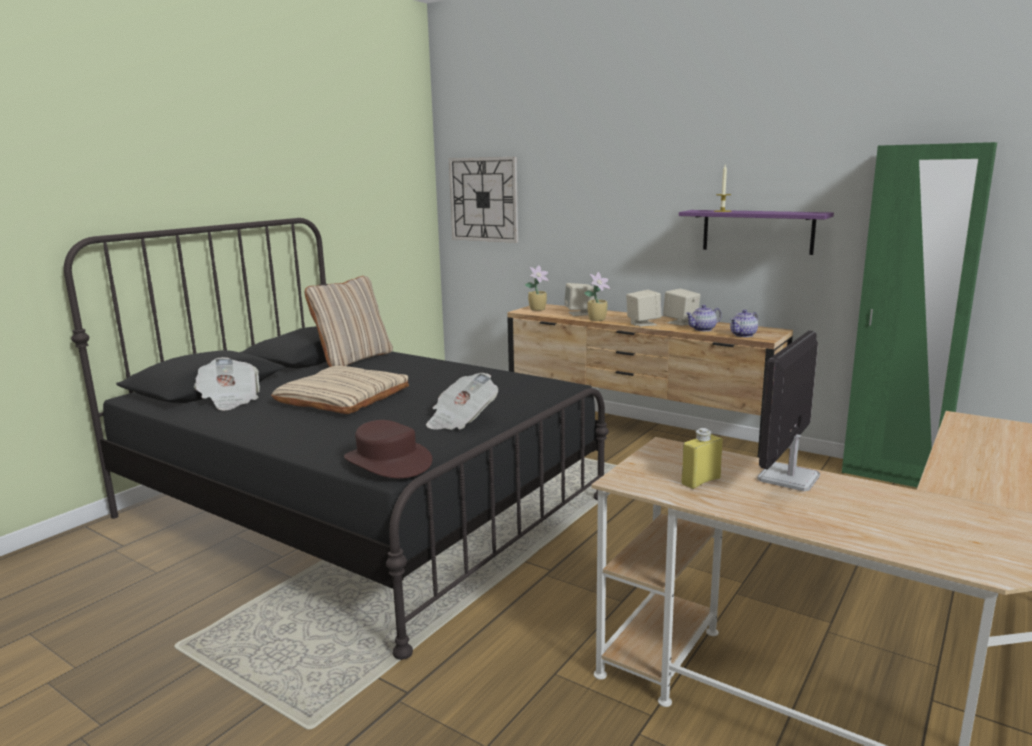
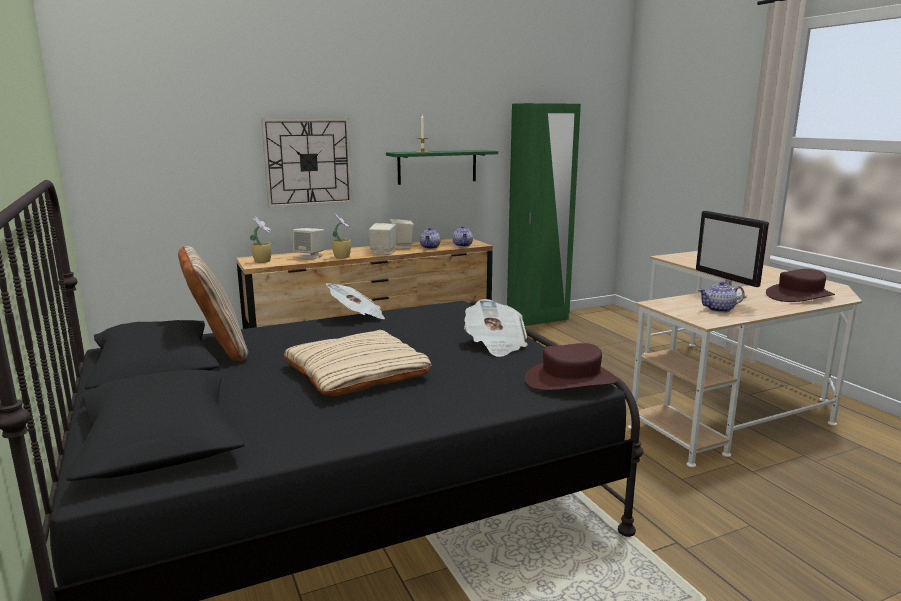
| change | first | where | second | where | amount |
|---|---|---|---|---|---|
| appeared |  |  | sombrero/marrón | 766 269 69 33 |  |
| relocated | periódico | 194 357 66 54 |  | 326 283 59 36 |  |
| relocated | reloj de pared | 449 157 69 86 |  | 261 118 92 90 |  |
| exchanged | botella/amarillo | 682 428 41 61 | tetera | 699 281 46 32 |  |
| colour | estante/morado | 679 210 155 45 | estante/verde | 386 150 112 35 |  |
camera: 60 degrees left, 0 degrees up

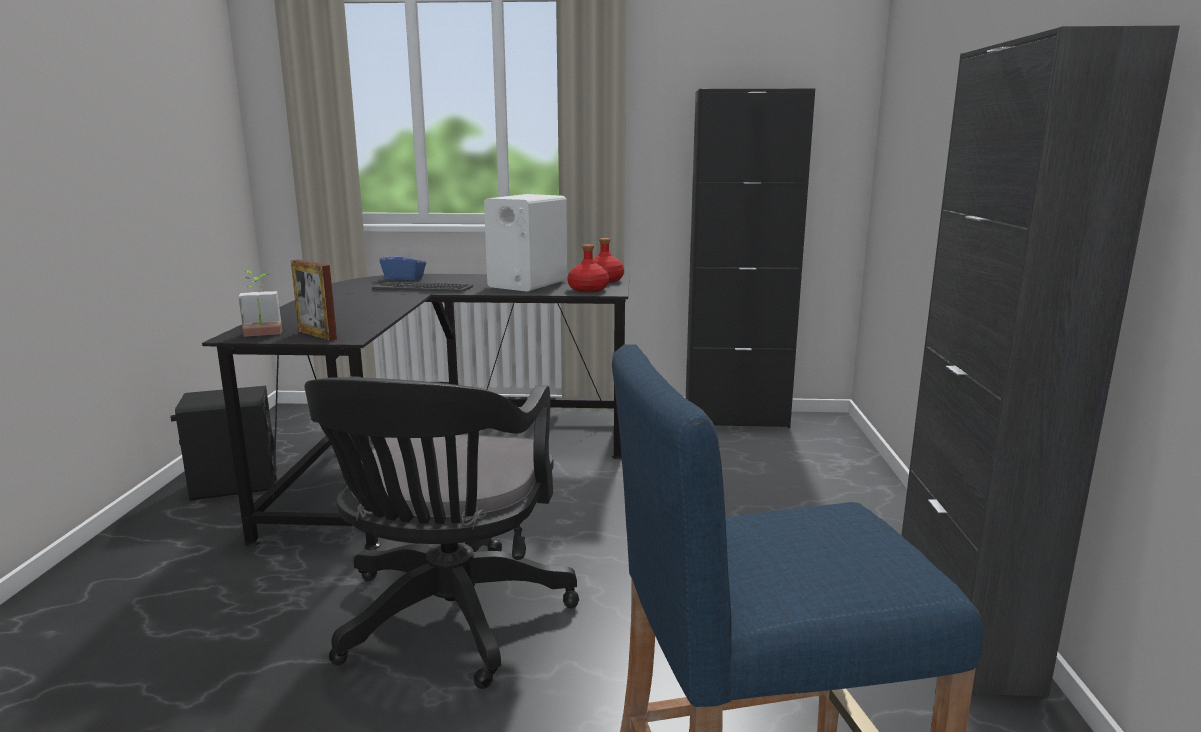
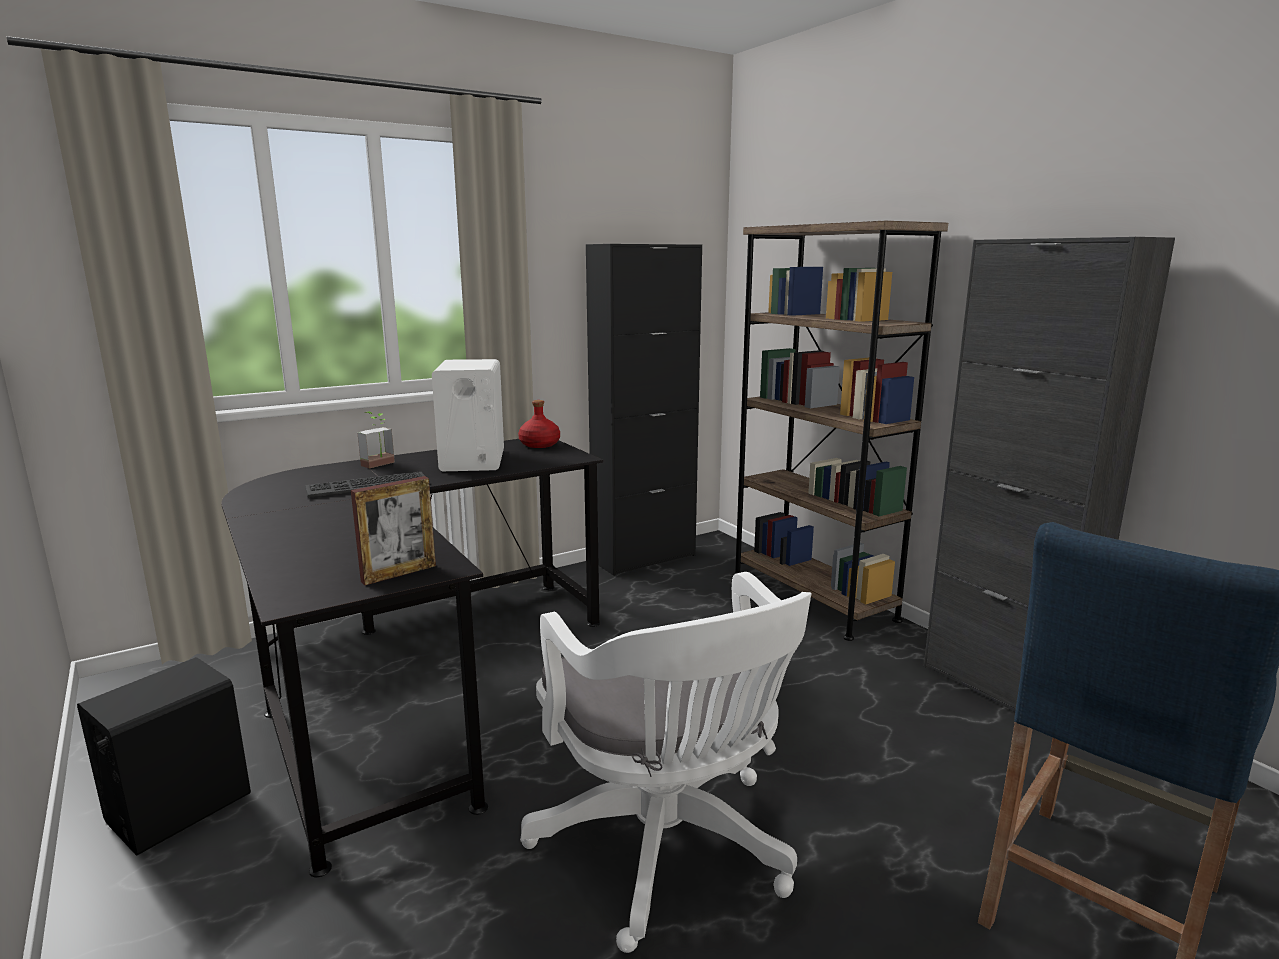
| change | first | where | second | where | amount |
|---|---|---|---|---|---|
| missing | caja de pañuelos/azul | 380 247 46 34 |  |  |  |
| missing | botella/rojo | 567 244 42 48 |  |  |  |
| appeared |  |  | estantería/marrón | 735 221 213 420 |  |
| relocated | planta en maceta | 238 270 44 67 |  | 357 412 38 56 |  |
| colour | silla de oficina/negro | 305 376 274 313 | silla de oficina/blanco | 520 572 292 381 |  |
| spun | portarretratos | 291 260 46 81 |  | 351 476 85 109 | 45 degrees counterclockwise |
camera: 35 degrees left, 0 degrees up

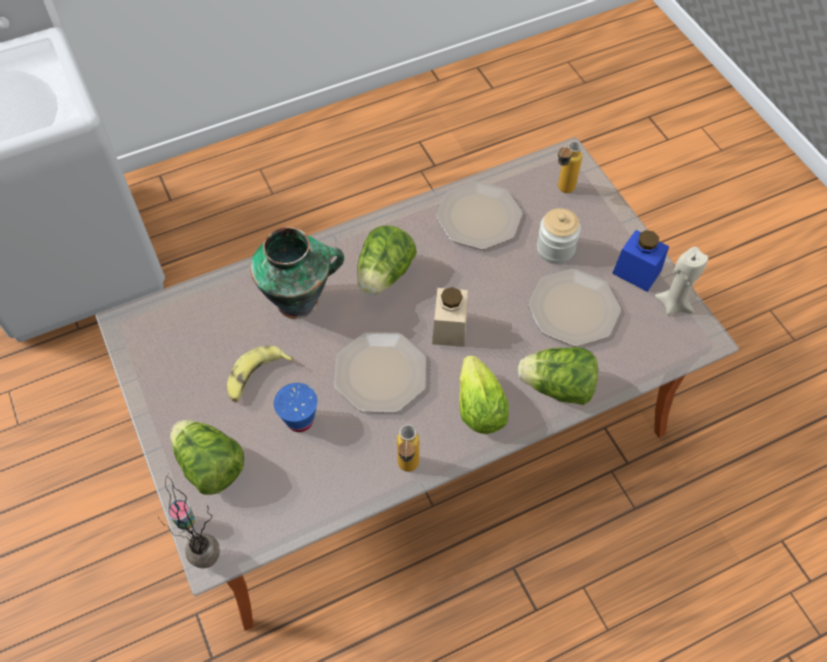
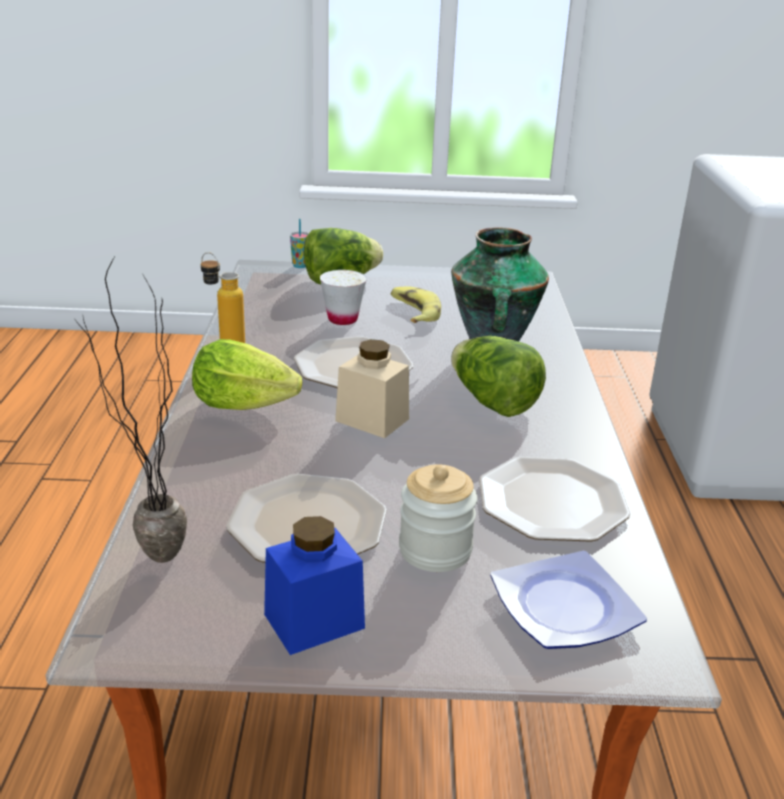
| change | first | where | second | where | amount |
|---|---|---|---|---|---|
| missing | lechuga | 518 347 80 58 |  |  |  |
| missing | vela/beis | 654 247 54 68 |  |  |  |
| relocated | planta en maceta | 158 474 62 94 |  | 75 257 112 306 |  |
| exchanged | botella | 558 141 24 52 | plato | 490 551 157 98 |  |
| colour | taza/azul | 274 383 44 49 | taza/blanco | 320 270 47 55 |  |
camera: 115 degrees right, 30 degrees down

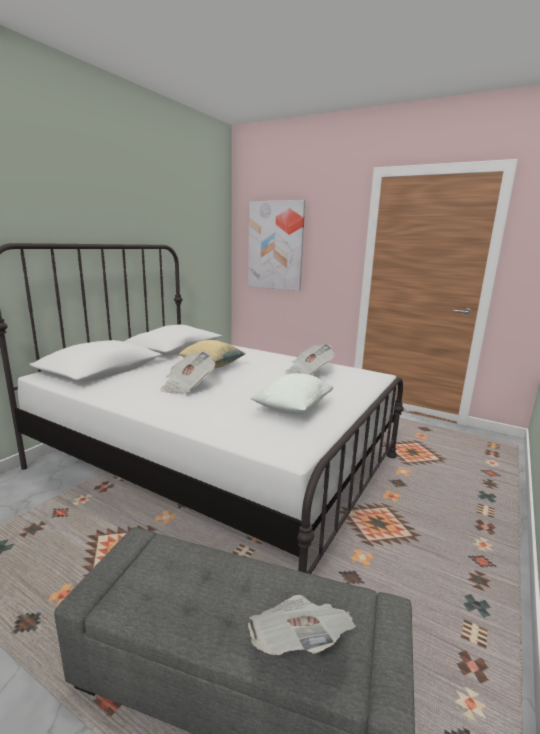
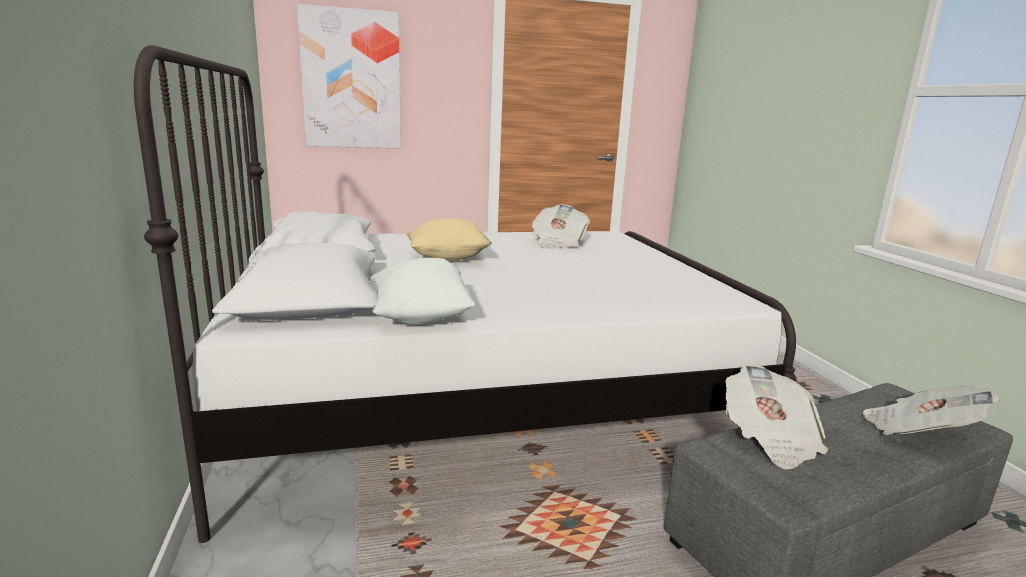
| change | first | where | second | where | amount |
|---|---|---|---|---|---|
| relocated | periódico | 160 352 55 41 |  | 725 364 103 106 |  |
| relocated | cojín/blanco | 251 373 82 41 |  | 370 258 105 66 |  |
camera: 45 degrees left, 0 degrees up

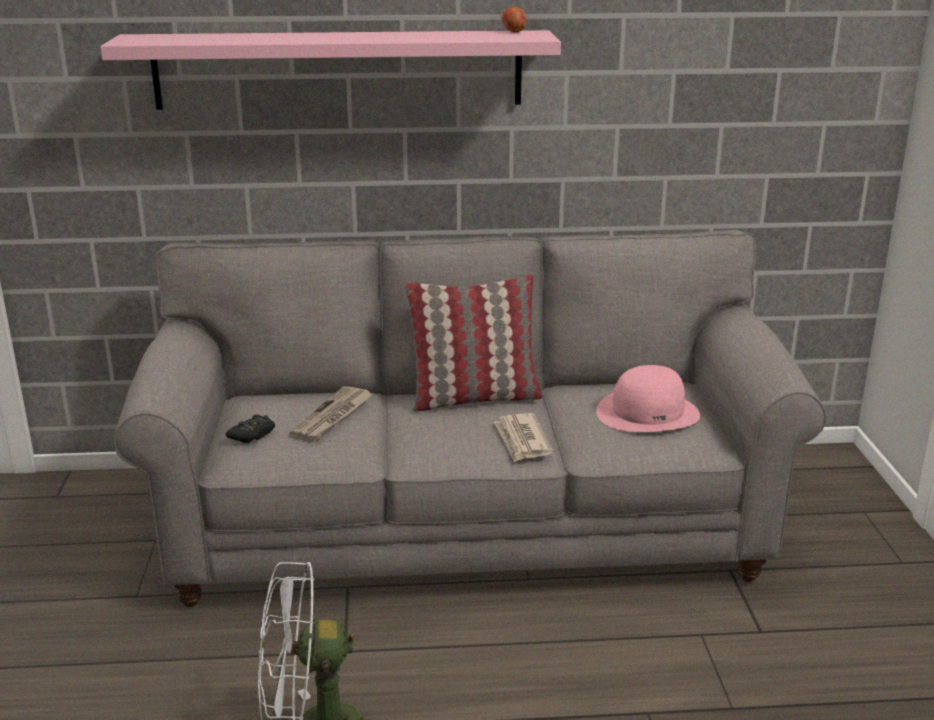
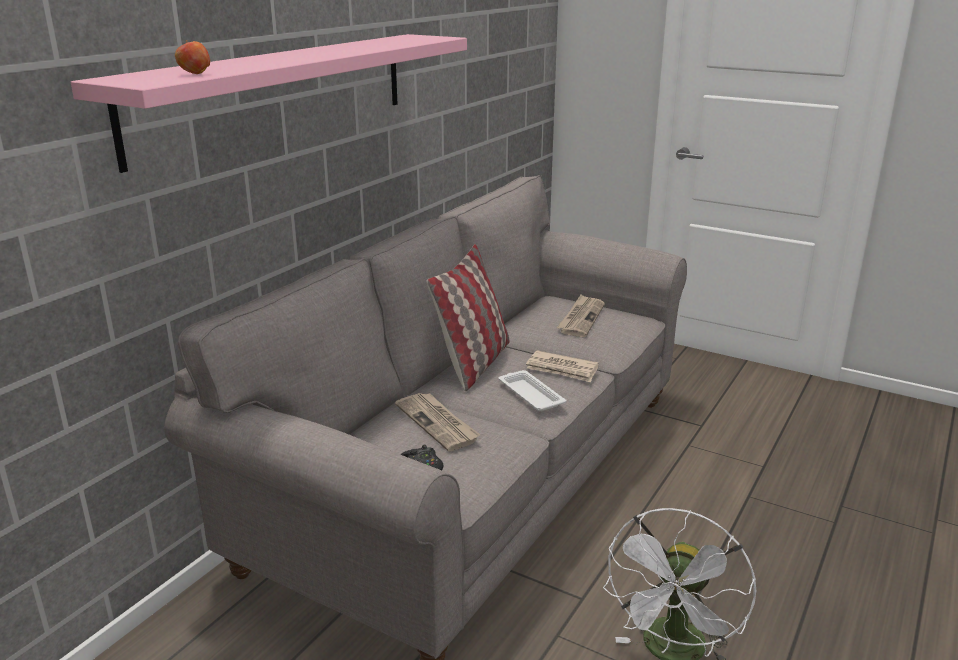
| change | first | where | second | where | amount |
|---|---|---|---|---|---|
| appeared |  |  | bandeja/blanco | 498 370 68 41 |  |
| relocated | manzana | 501 6 25 26 |  | 175 40 35 34 |  |
| exchanged | sombrero/rosa | 596 365 104 67 | periódico | 557 295 48 42 |  |
camera: 55 degrees left, 0 degrees up

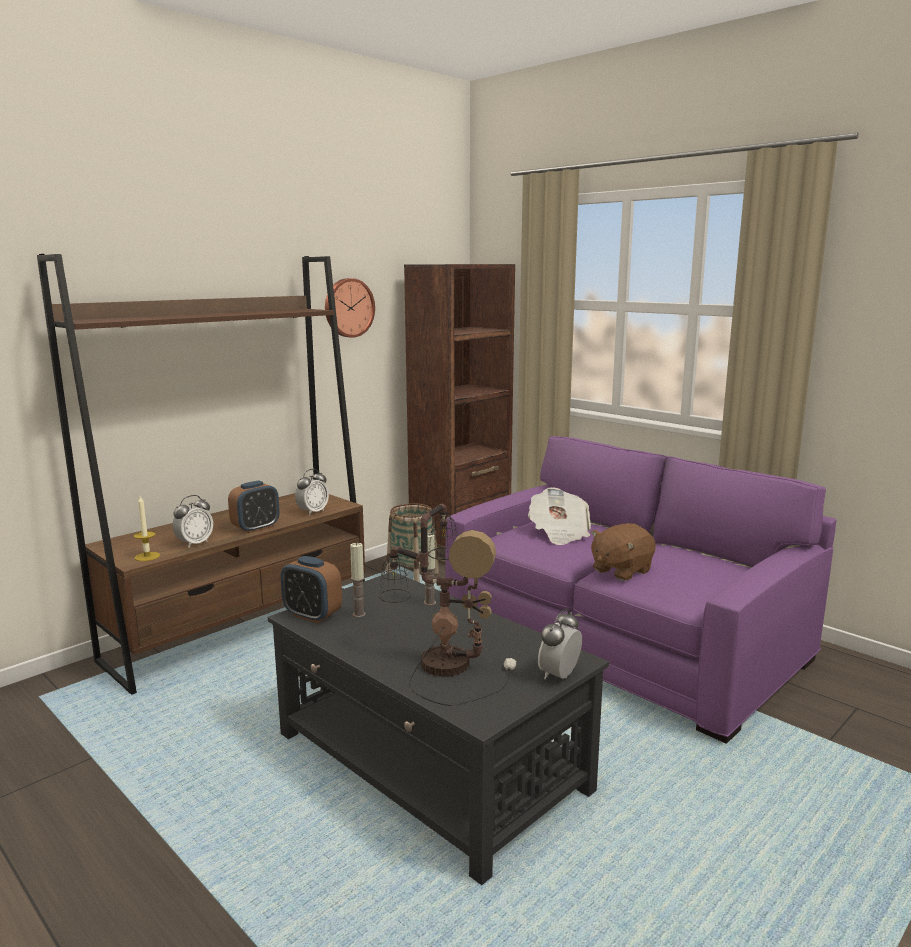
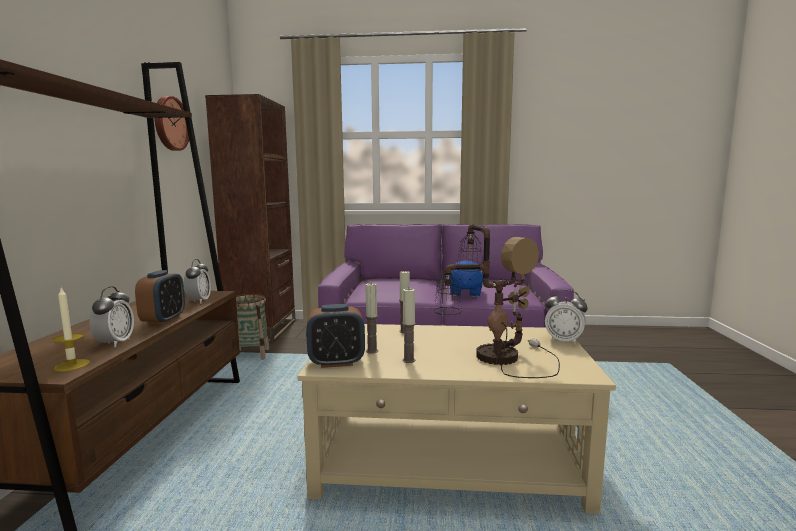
| change | first | where | second | where | amount |
|---|---|---|---|---|---|
| missing | periódico | 528 488 63 57 |  |  |  |
| appeared |  |  | vela | 402 288 14 75 |  |
| colour | mesa de centro/negro | 268 571 341 314 | mesa de centro/beis | 298 324 318 190 |  |
| colour | peluche/marrón | 591 523 65 58 | peluche/azul | 449 260 34 37 |  |
| spun | despertador | 538 609 44 71 |  | 545 290 43 55 | 60 degrees counterclockwise |
camera: 40 degrees left, 5 degrees down

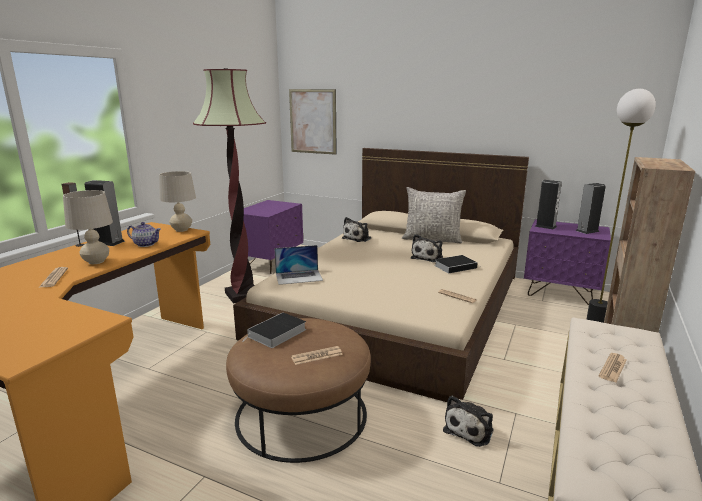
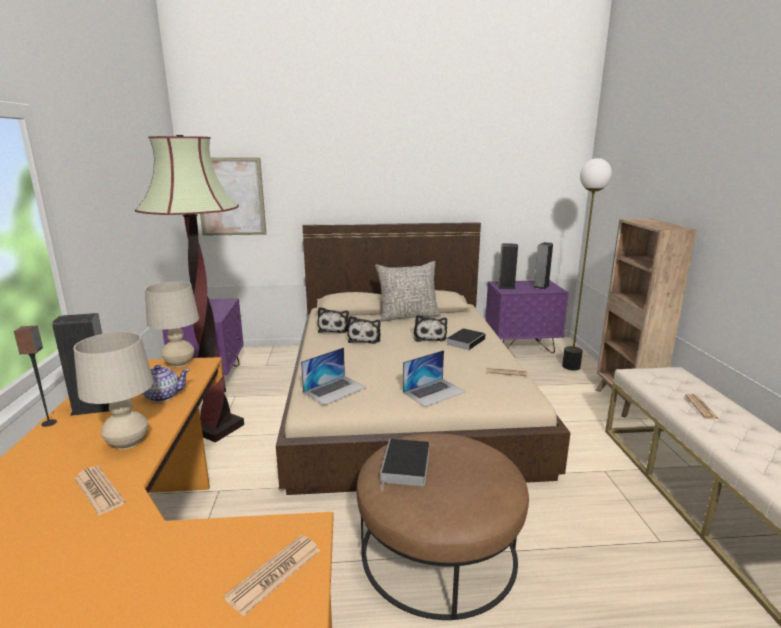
| change | first | where | second | where | amount |
|---|---|---|---|---|---|
| appeared |  |  | portátil | 403 350 63 57 |  |
| relocated | periódico | 291 346 52 19 |  | 224 535 96 81 |  |
| relocated | peluche | 443 395 51 52 |  | 347 316 34 28 |  |
camera: 30 degrees left, 0 degrees up

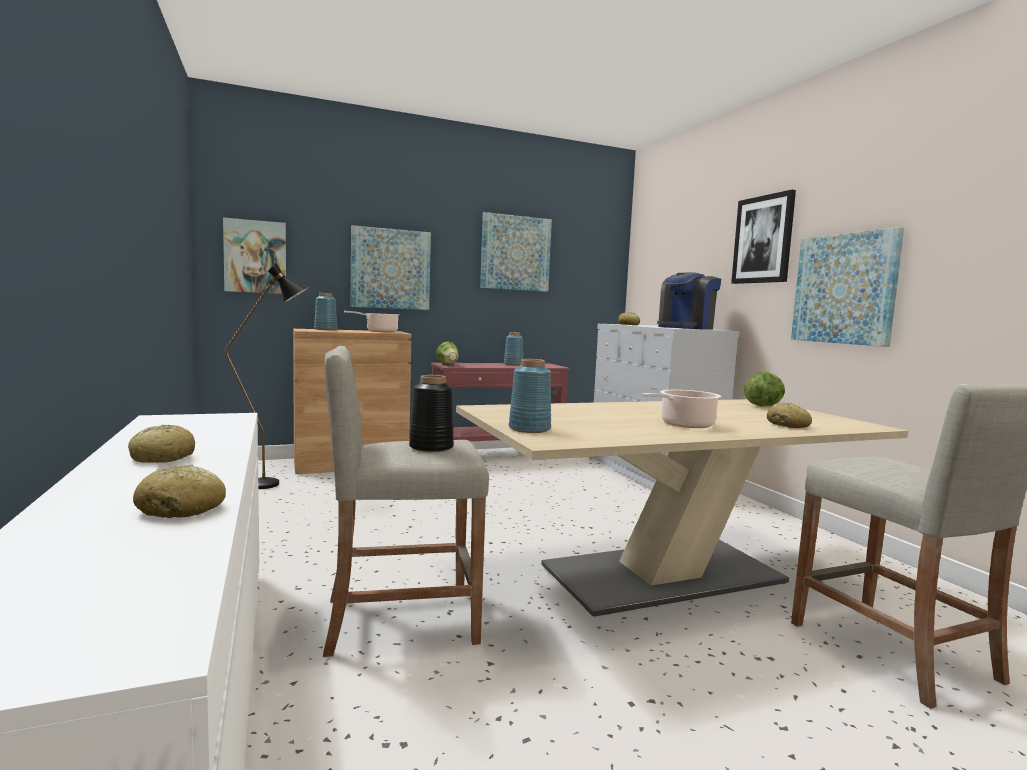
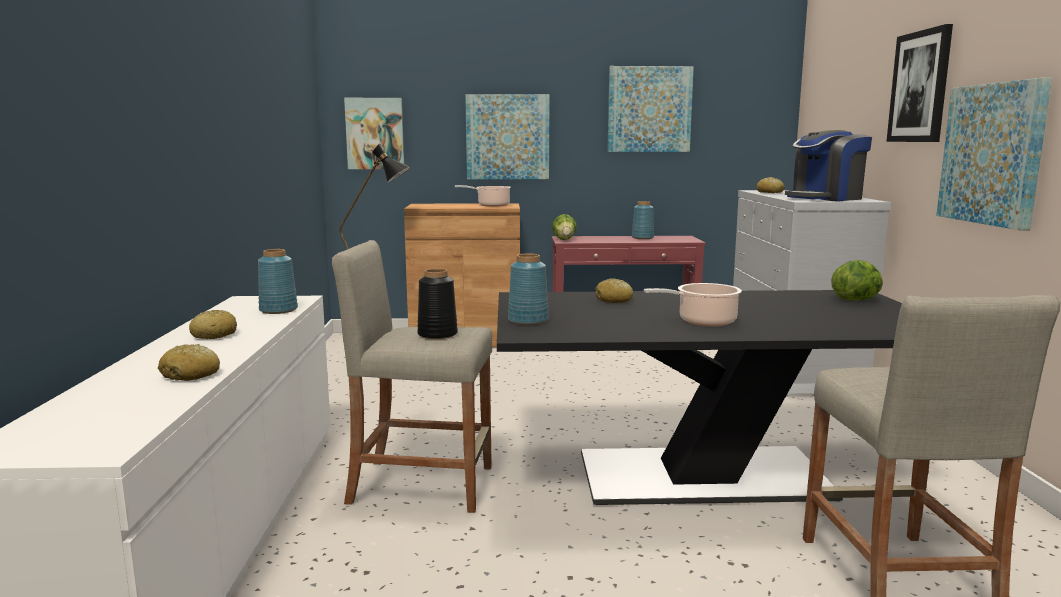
| change | first | where | second | where | amount |
|---|---|---|---|---|---|
| relocated | florero/azul | 314 293 23 37 |  | 258 249 40 65 |  |
| relocated | pan | 767 403 45 25 |  | 595 278 38 25 |  |
| colour | mesa de comedor/beis | 456 399 452 218 | mesa de comedor/negro | 497 290 405 215 |  |
camera: 20 degrees right, 5 degrees up

